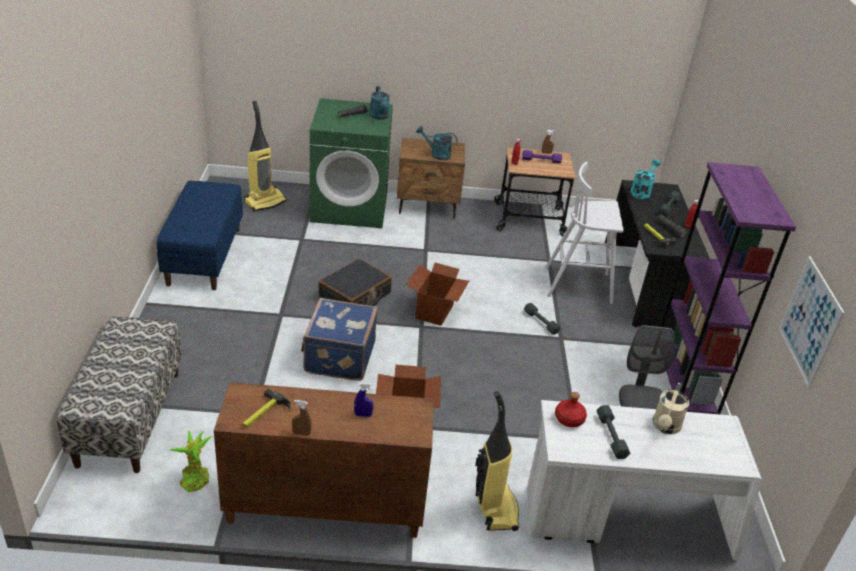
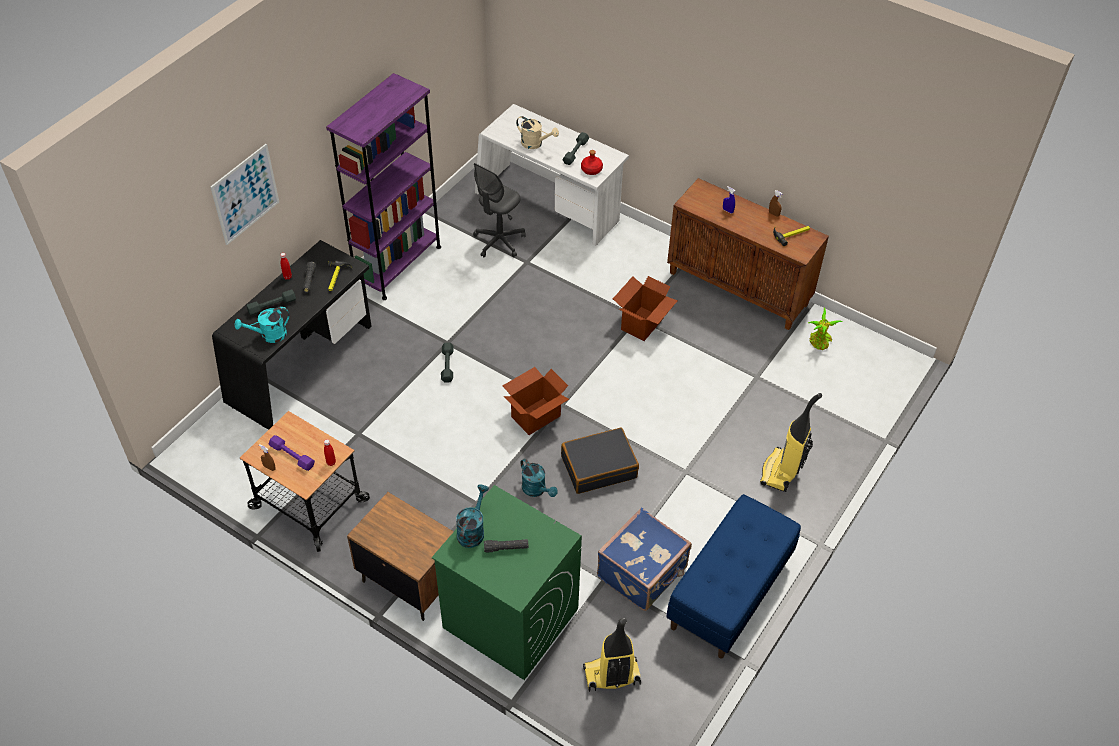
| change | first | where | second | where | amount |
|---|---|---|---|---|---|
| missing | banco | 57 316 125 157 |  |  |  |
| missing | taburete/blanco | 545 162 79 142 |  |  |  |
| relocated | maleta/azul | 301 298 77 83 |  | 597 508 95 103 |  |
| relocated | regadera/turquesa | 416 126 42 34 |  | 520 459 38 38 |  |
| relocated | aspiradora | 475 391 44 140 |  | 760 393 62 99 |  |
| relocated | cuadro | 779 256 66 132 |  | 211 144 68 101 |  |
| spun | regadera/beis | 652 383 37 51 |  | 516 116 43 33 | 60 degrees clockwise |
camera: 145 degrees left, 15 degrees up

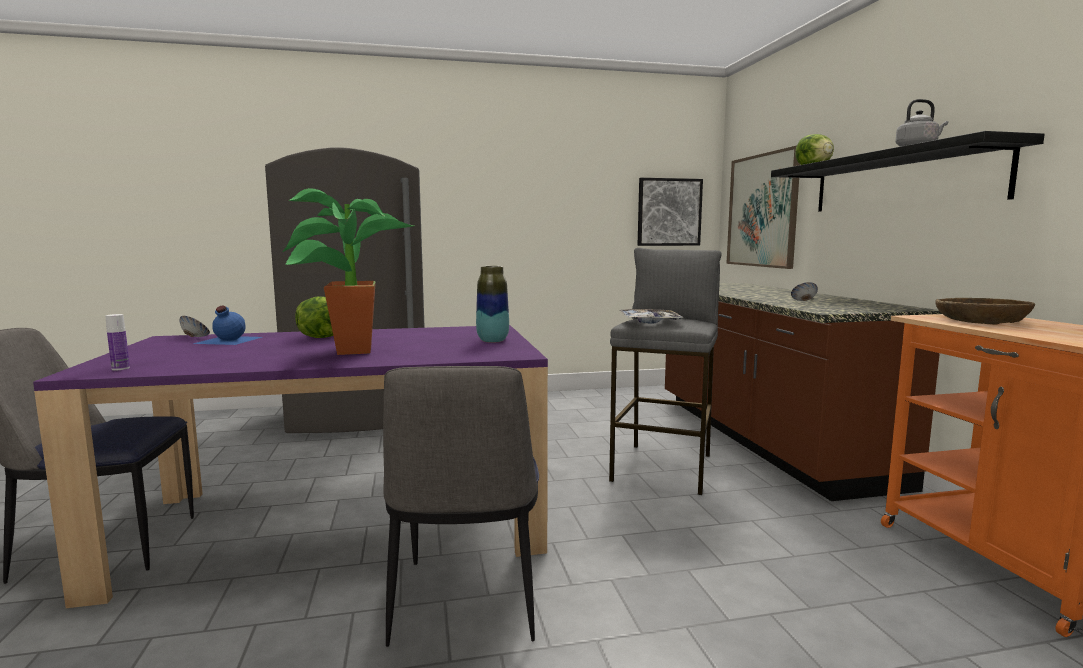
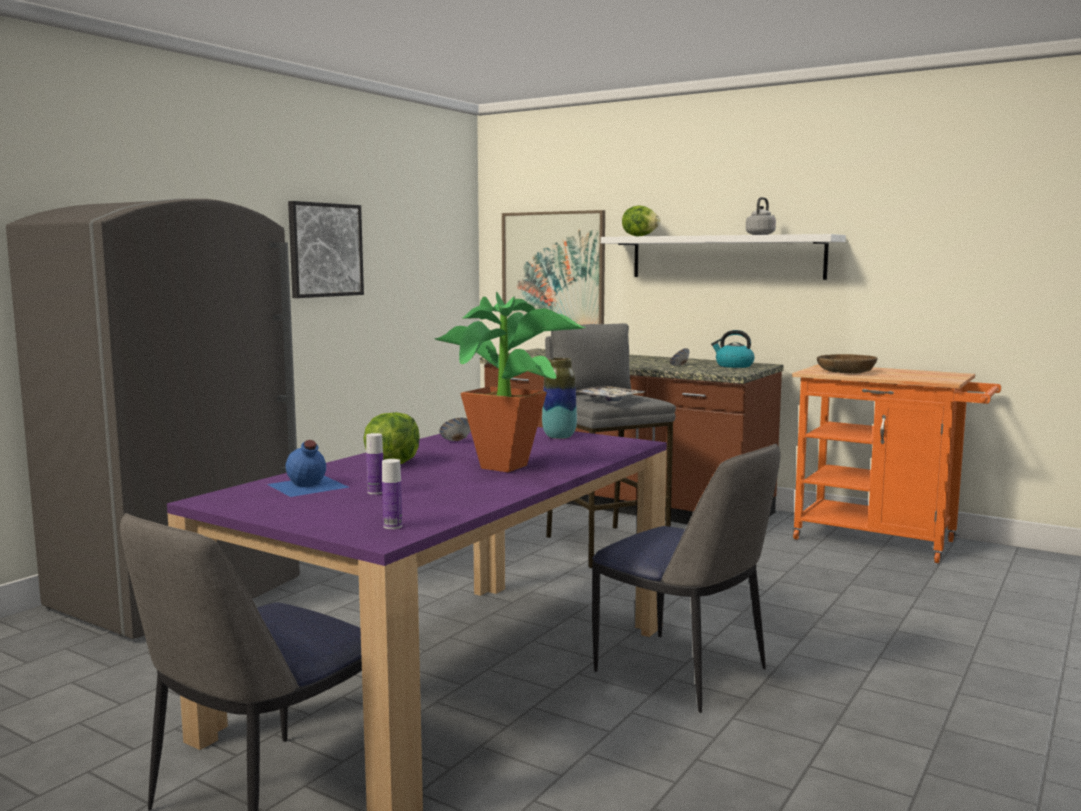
| change | first | where | second | where | amount |
|---|---|---|---|---|---|
| appeared |  |  | botella | 366 433 17 62 |  |
| appeared |  |  | hervidor | 711 330 44 38 |  |
| relocated | cuenco | 179 316 31 21 |  | 439 418 32 23 |  |
| relocated | cuadro | 637 178 66 68 |  | 288 201 76 97 |  |
| colour | estante/negro | 771 131 274 81 | estante/blanco | 601 234 245 46 |  |
camera: 45 degrees left, 0 degrees up

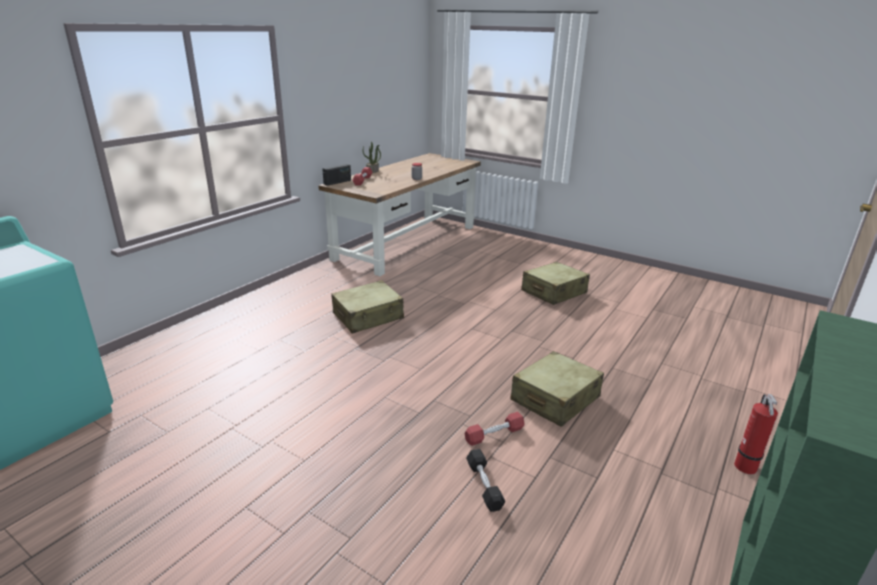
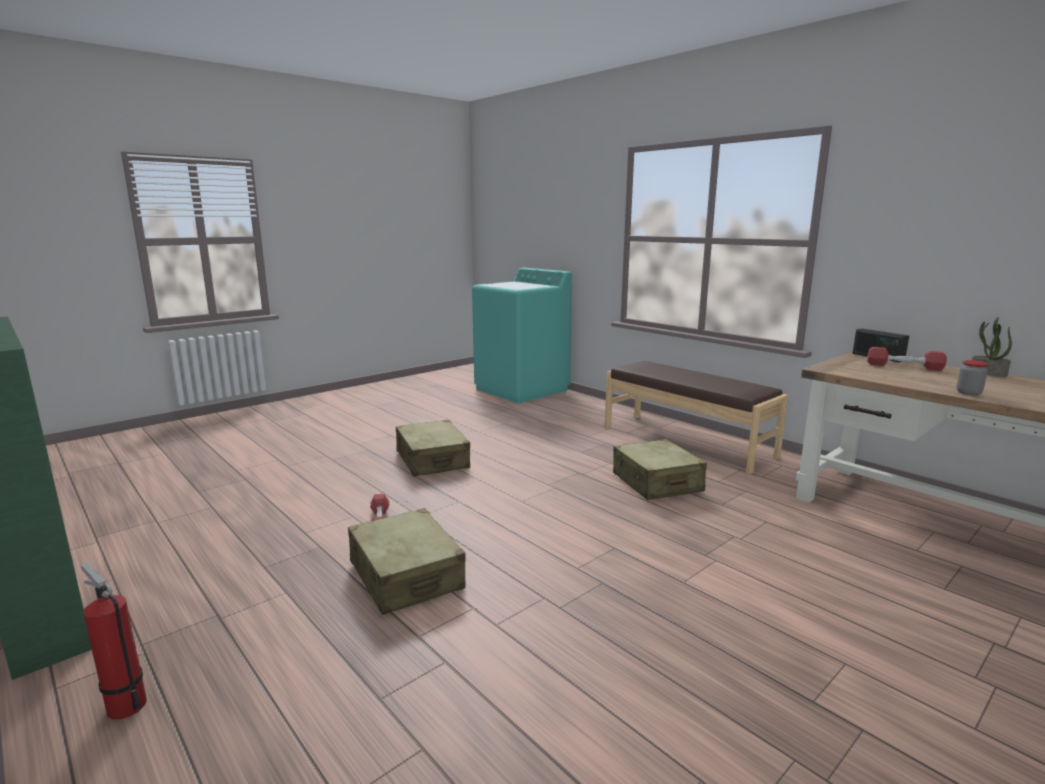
| change | first | where | second | where | amount |
|---|---|---|---|---|---|
| missing | mancuerna/negro | 466 449 39 63 |  |  |  |
| appeared |  |  | banco/marrón | 605 361 183 113 |  |
| relocated | maleta/beis | 521 262 69 43 |  | 396 420 74 56 |  |
camera: 105 degrees right, 10 degrees down

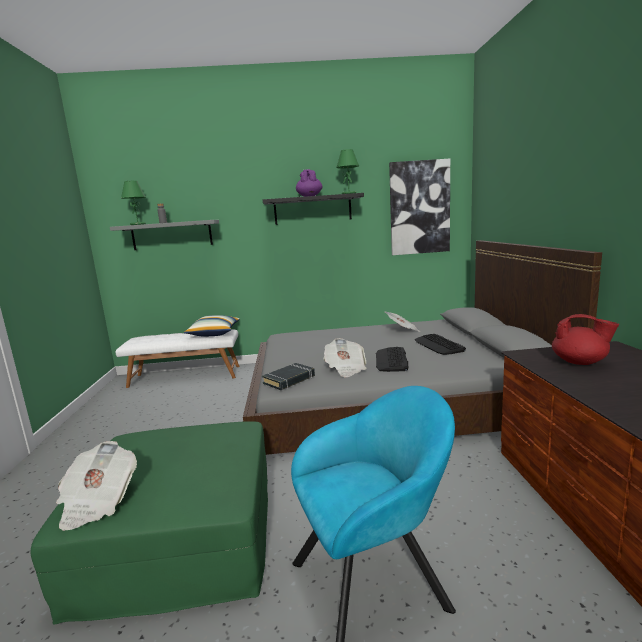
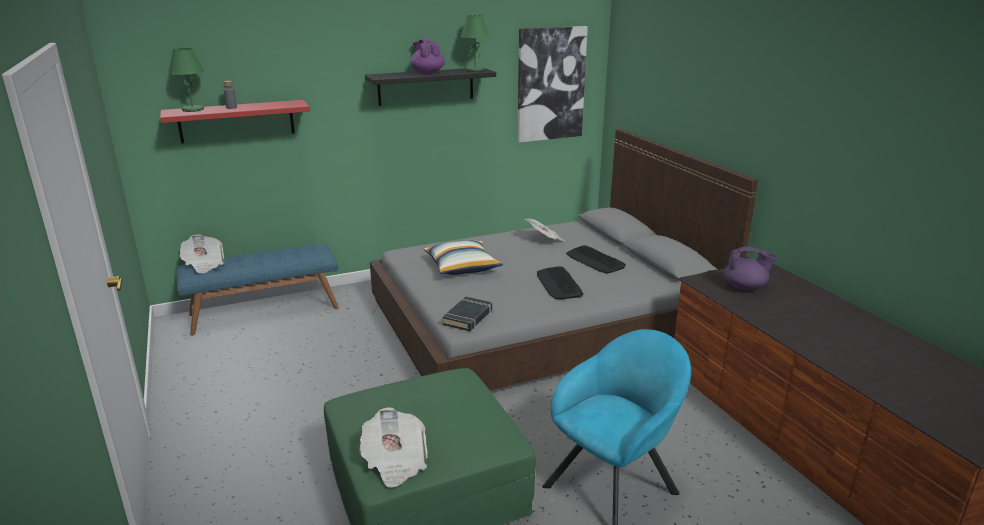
| change | first | where | second | where | amount |
|---|---|---|---|---|---|
| relocated | cojín | 184 315 56 22 |  | 424 240 79 35 |  |
| relocated | periódico | 324 338 43 40 |  | 179 234 45 40 |  |
| colour | estante/gris | 110 220 109 30 | estante/rojo | 160 100 150 43 |  |
| colour | banco/blanco | 115 329 125 59 | banco/azul | 177 244 162 92 |  |
| colour | tetera/rojo | 552 314 67 51 | tetera/morado | 724 247 53 43 |  |
camera: 20 degrees left, 10 degrees up

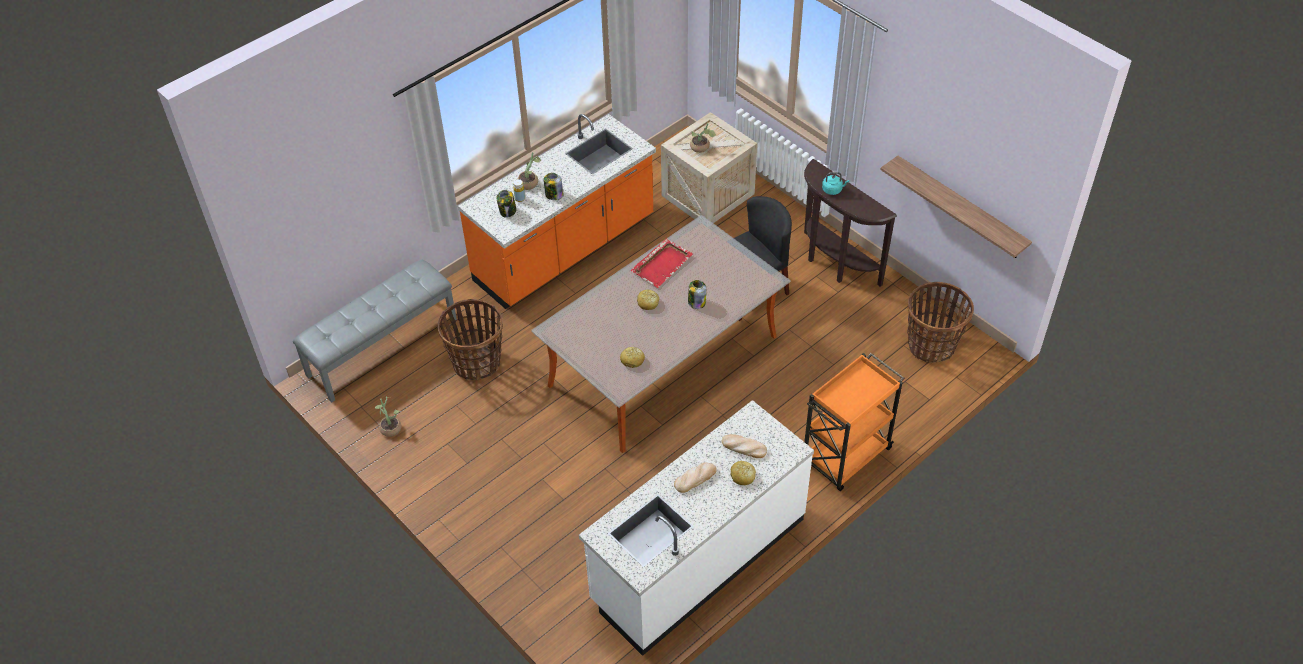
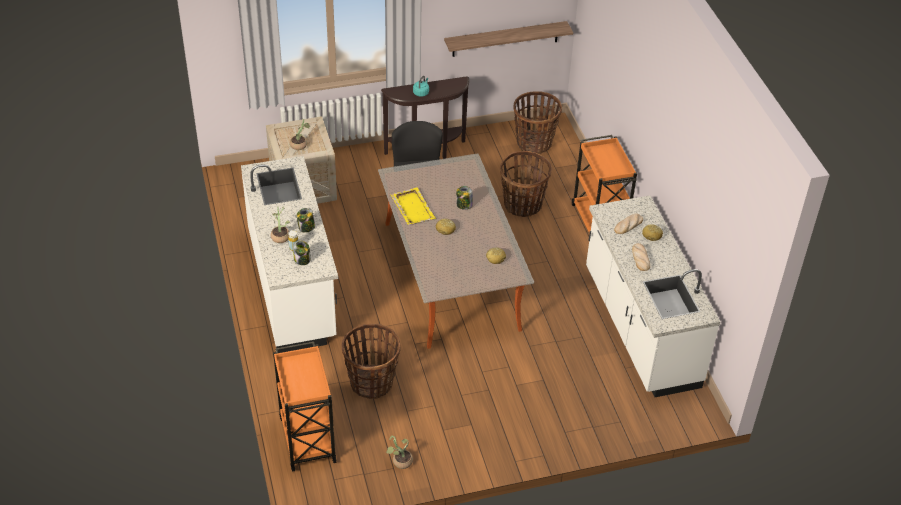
| change | first | where | second | where | amount |
|---|---|---|---|---|---|
| appeared |  |  | cesta | 500 151 52 66 |  |
| exchanged | banco/gris | 293 260 164 143 | carrito/naranja | 273 342 64 130 |  |
| colour | mueble bajo de cocina/naranja | 458 114 198 195 | mueble bajo de cocina/blanco | 241 156 97 197 |  |
| colour | bandeja/rojo | 631 238 62 50 | bandeja/amarillo | 390 187 46 38 |  |
camera: 65 degrees left, 5 degrees down

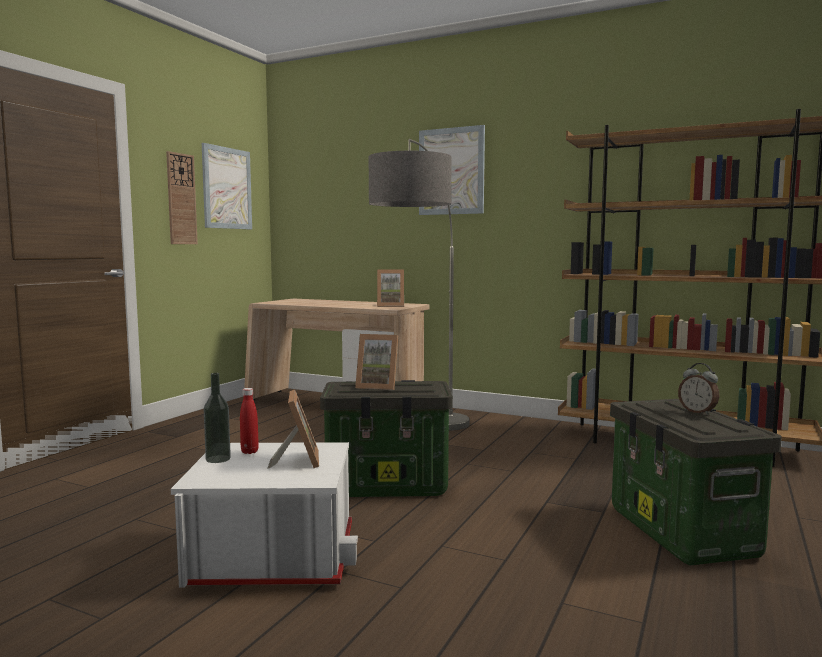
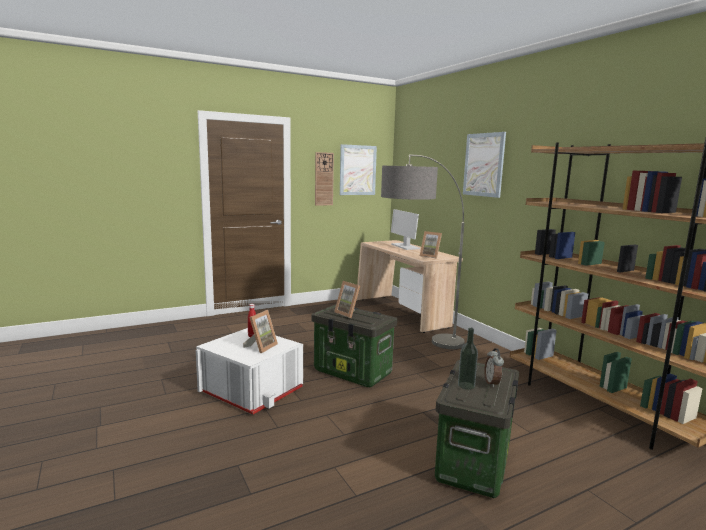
| change | first | where | second | where | amount |
|---|---|---|---|---|---|
| appeared |  |  | monitor | 391 209 29 41 |  |
| relocated | botella | 204 373 27 90 |  | 458 328 20 62 |  |
camera: 35 degrees right, 5 degrees up

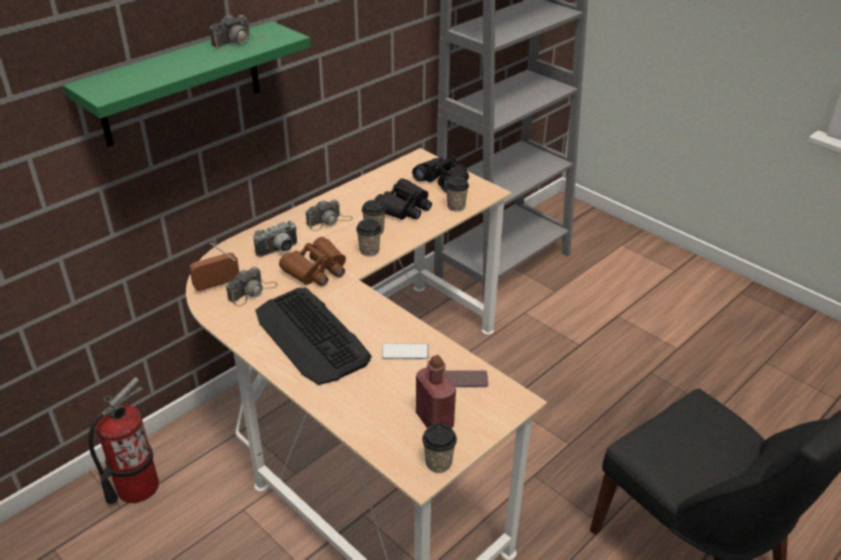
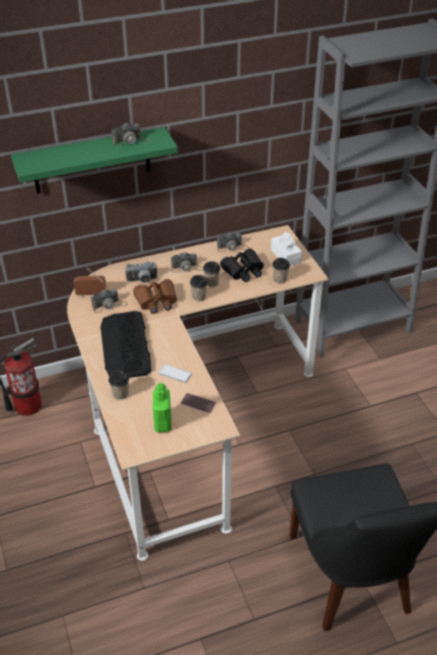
| change | first | where | second | where | amount |
|---|---|---|---|---|---|
| appeared |  |  | cámara | 217 233 32 19 |  |
| relocated | taza | 422 424 35 49 |  | 109 371 20 29 |  |
| exchanged | prismáticos/negro | 412 155 57 38 | caja de pañuelos/blanco | 271 232 31 34 |  |
| colour | botella/rojo | 416 355 40 73 | botella/verde | 153 383 18 49 |  |
camera: 25 degrees right, 5 degrees up

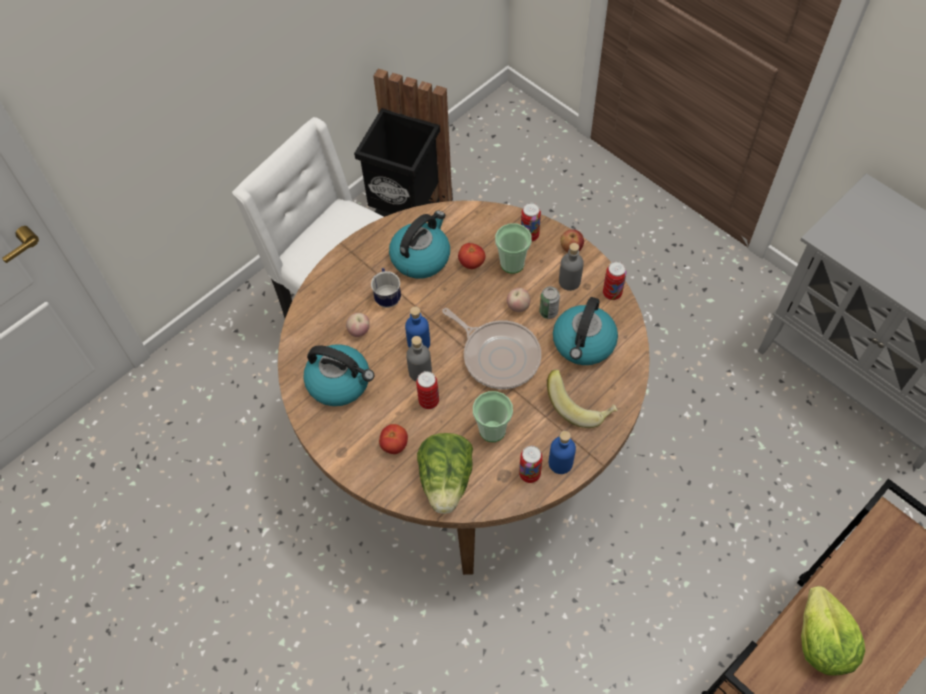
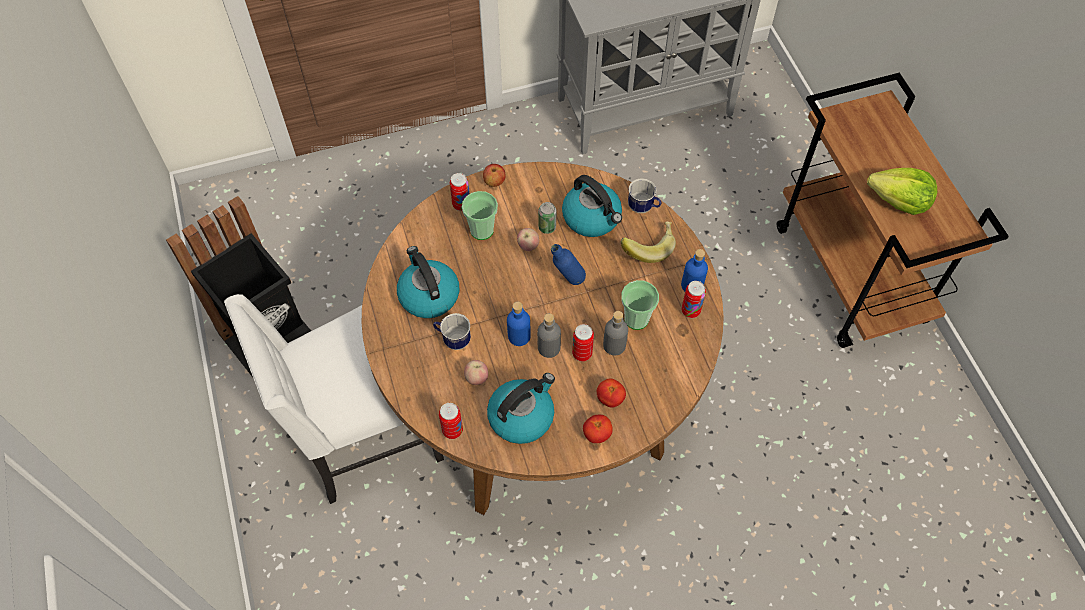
| change | first | where | second | where | amount |
|---|---|---|---|---|---|
| missing | lechuga | 417 433 56 81 |  |  |  |
| appeared |  |  | taza grande | 628 178 34 35 |  |
| relocated | tomate | 458 243 28 26 |  | 583 415 30 28 |  |
| relocated | botella/gris | 559 243 25 48 |  | 603 311 25 44 |  |
| relocated | lata | 603 261 24 39 |  | 439 403 24 36 |  |
| exchanged | sartén | 442 308 99 81 | botella/azul | 551 244 35 41 |  |
camera: 65 degrees left, 0 degrees up

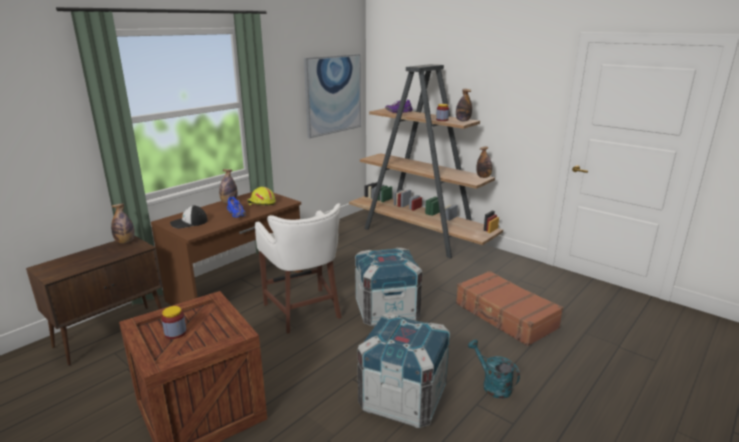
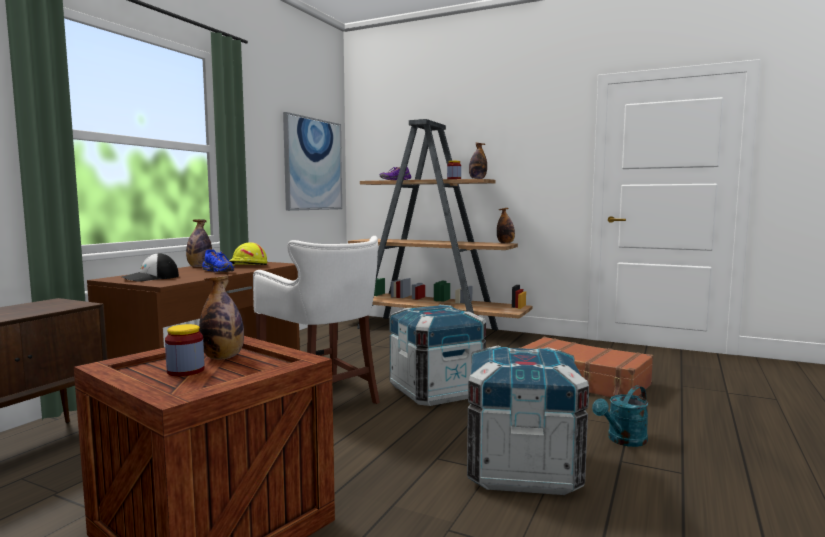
| change | first | where | second | where | amount |
|---|---|---|---|---|---|
| relocated | botella | 111 204 24 40 |  | 199 275 45 85 |  |
| spun | regadera/turquesa | 468 339 52 60 |  | 592 386 56 61 | 75 degrees counterclockwise |
camera: 15 degrees left, 15 degrees down

